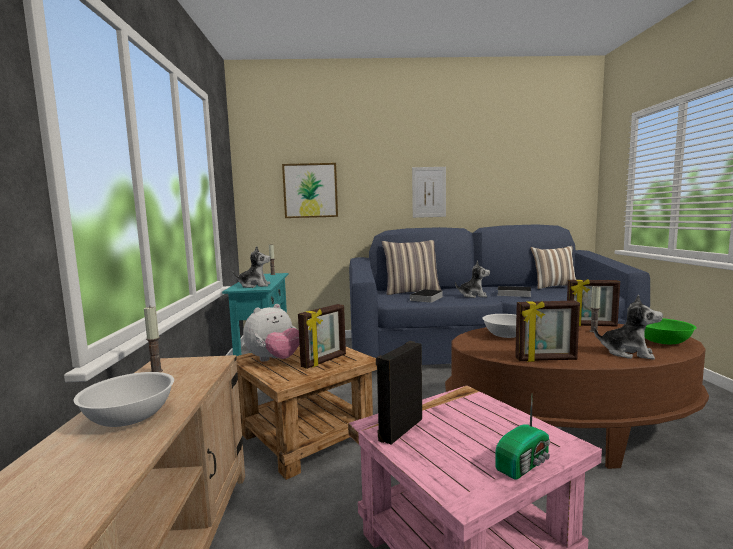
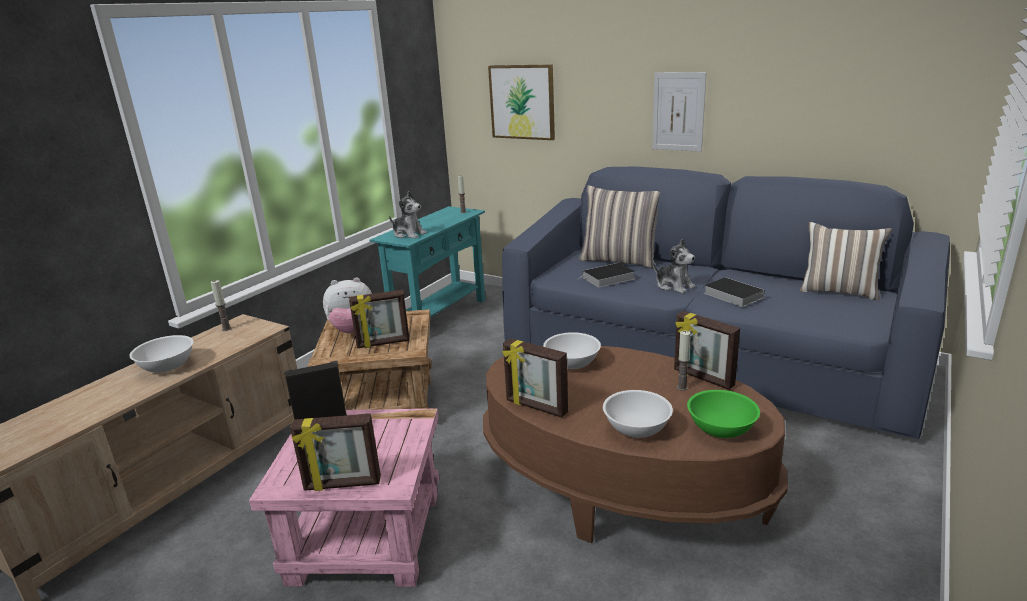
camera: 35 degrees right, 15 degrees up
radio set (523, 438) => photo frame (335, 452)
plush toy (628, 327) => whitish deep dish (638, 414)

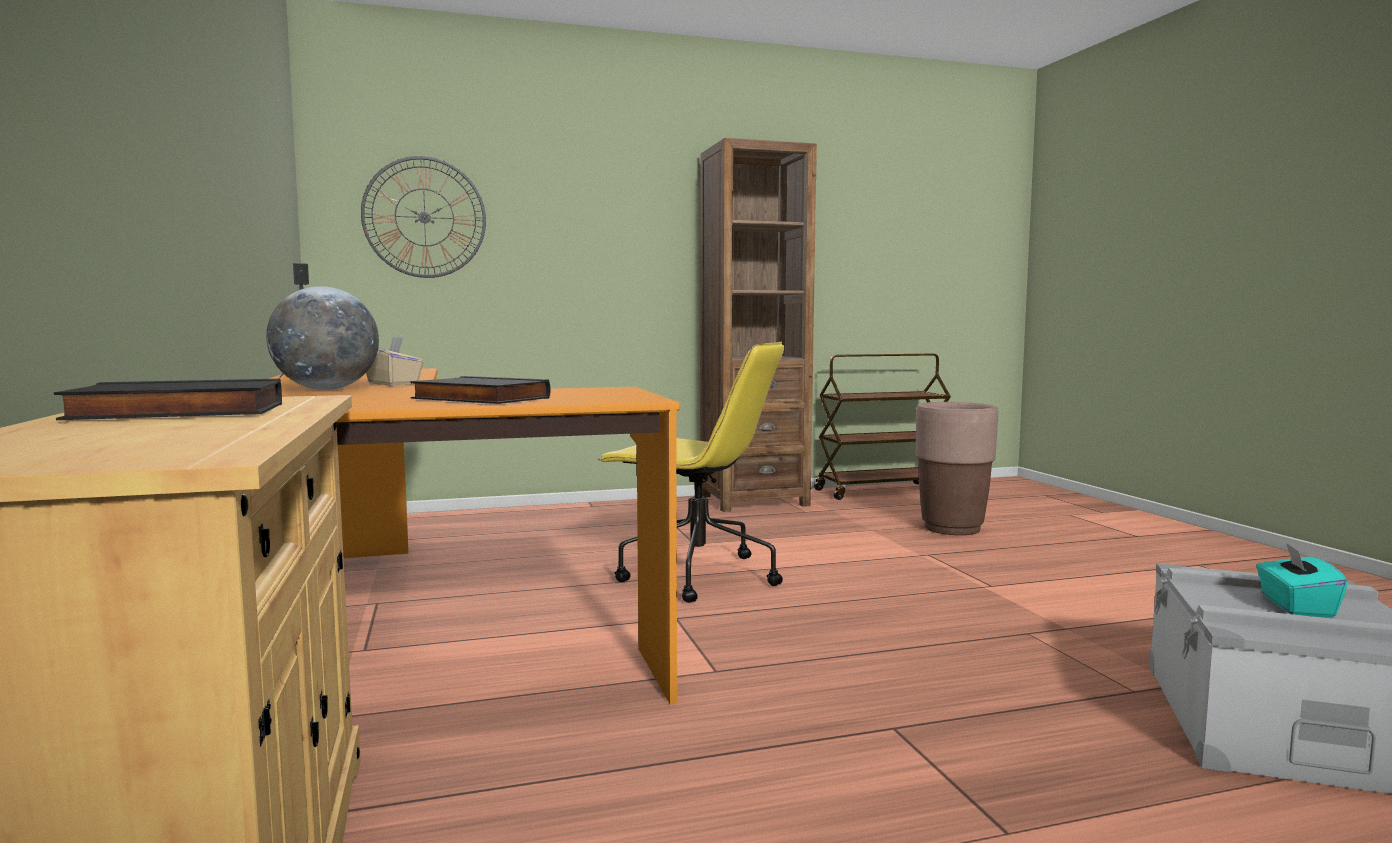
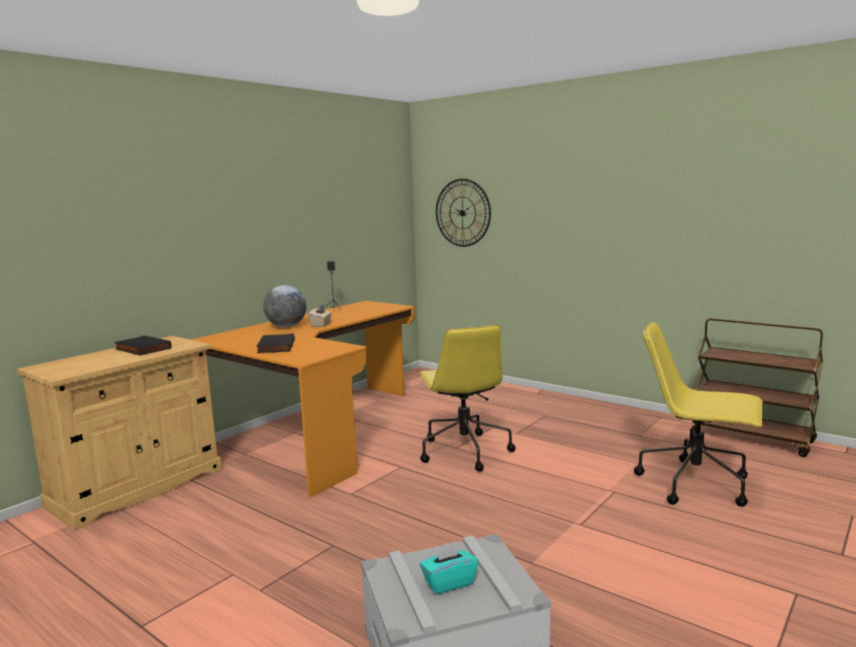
camera: 55 degrees right, 5 degrees up
brown bookcase (758, 325) => nothing
brown plant pot (957, 468) => yellow-coloured computer chair (698, 414)

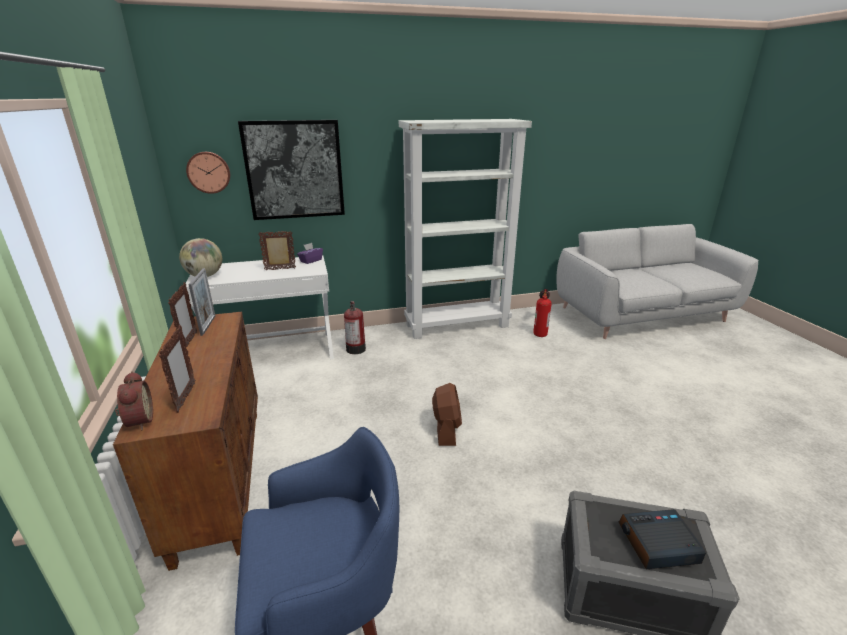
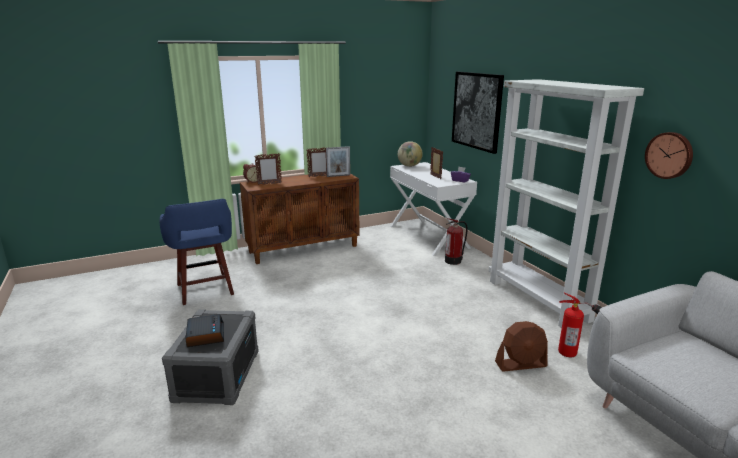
camera: 80 degrees right, 5 degrees down
hanging clock (208, 173) => hanging clock (669, 155), relocated
brown cooling fan (447, 414) => brown cooling fan (521, 346), relocated

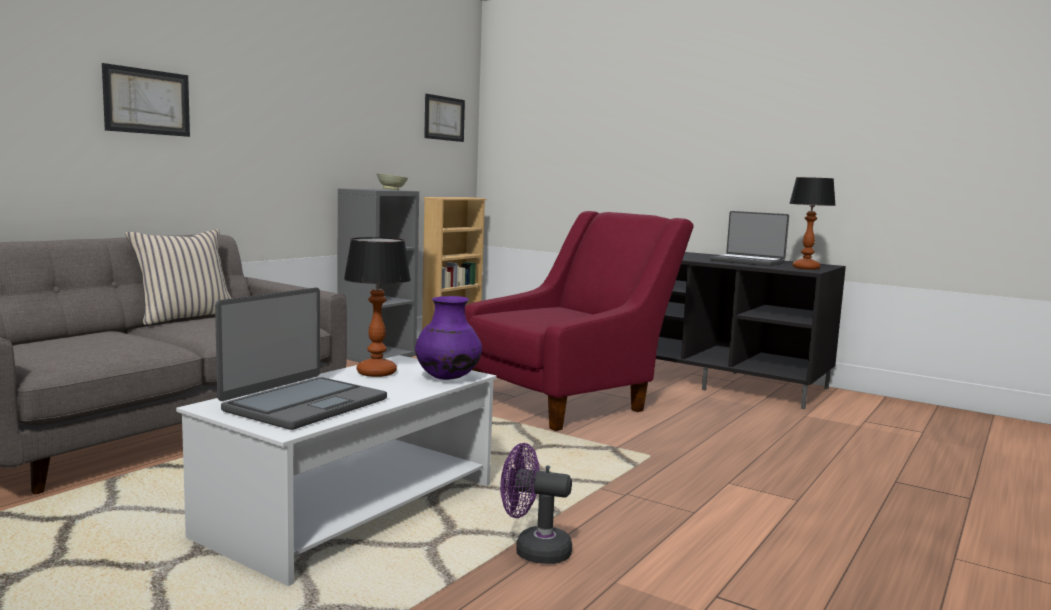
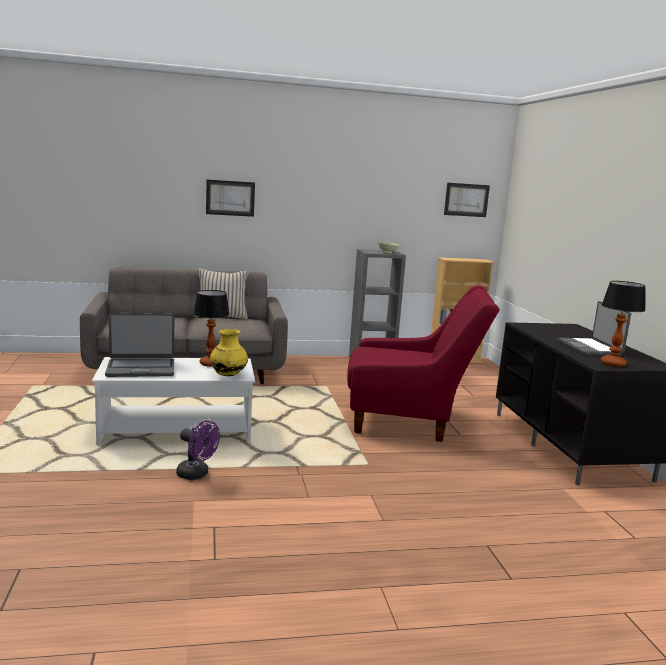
camera: 45 degrees right, 5 degrees up
purplish decorative vase (448, 338) => yellow-coloured decorative vase (229, 352)
purplish cooling fan (536, 503) => purplish cooling fan (198, 450), 150 degrees clockwise

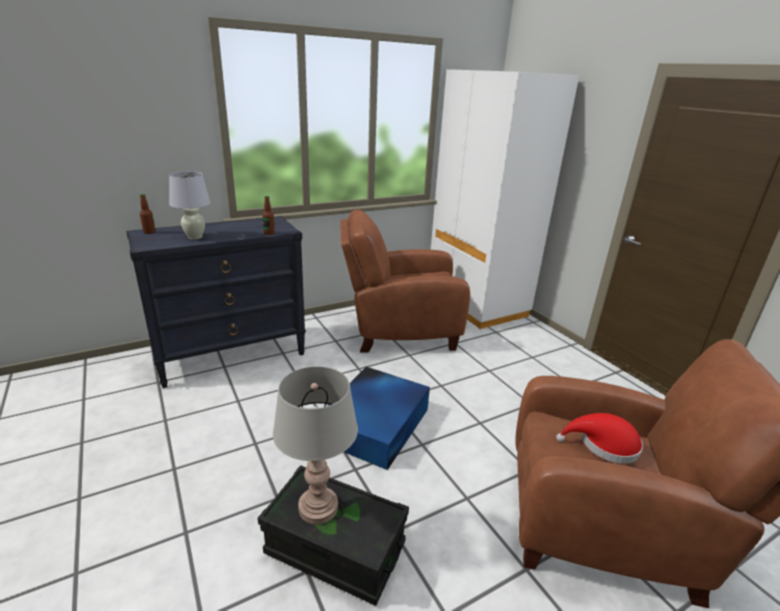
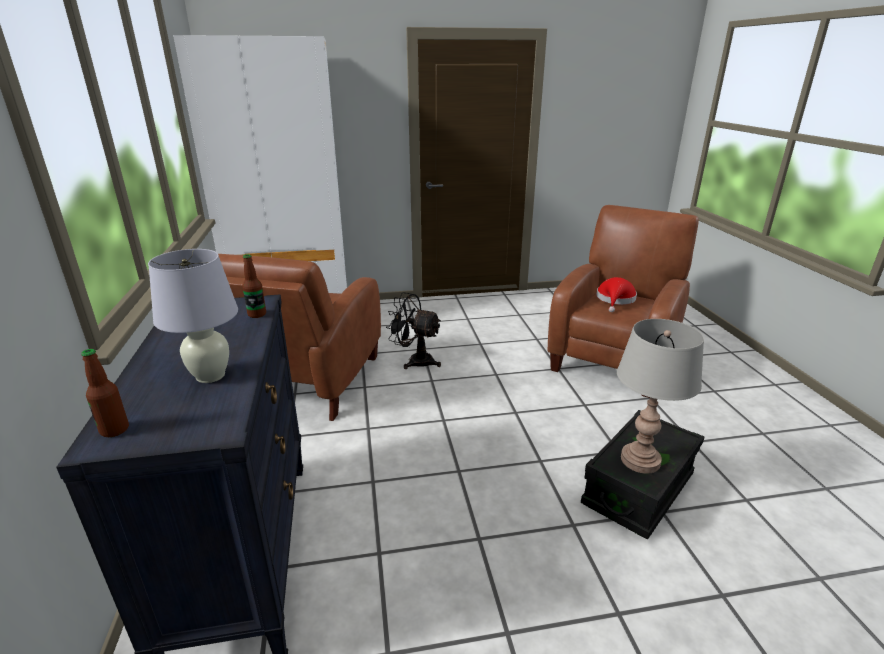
camera: 70 degrees left, 0 degrees up
blue storage bin (379, 418) => nothing
nothing => black cooling fan (413, 331)

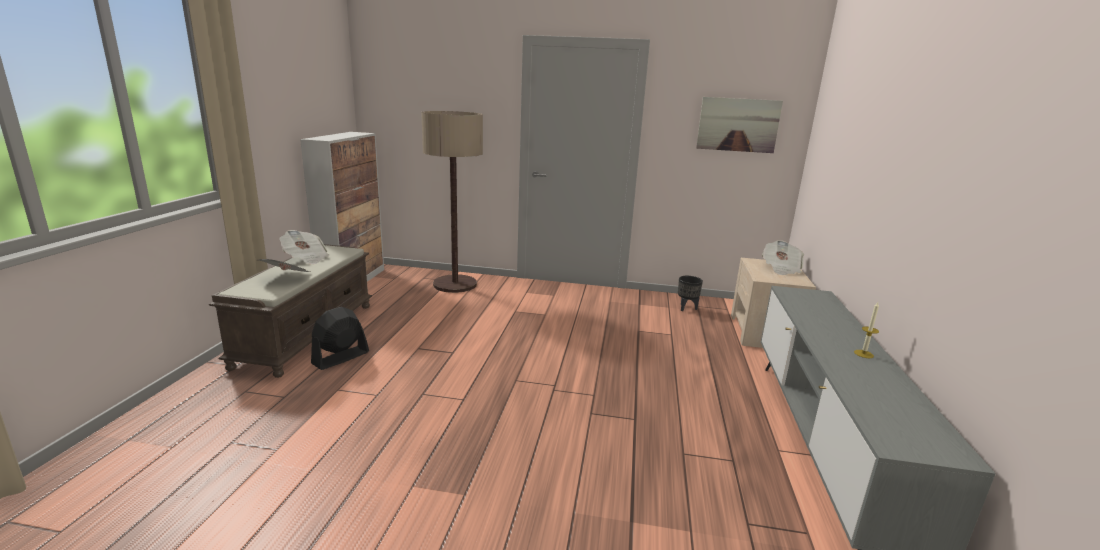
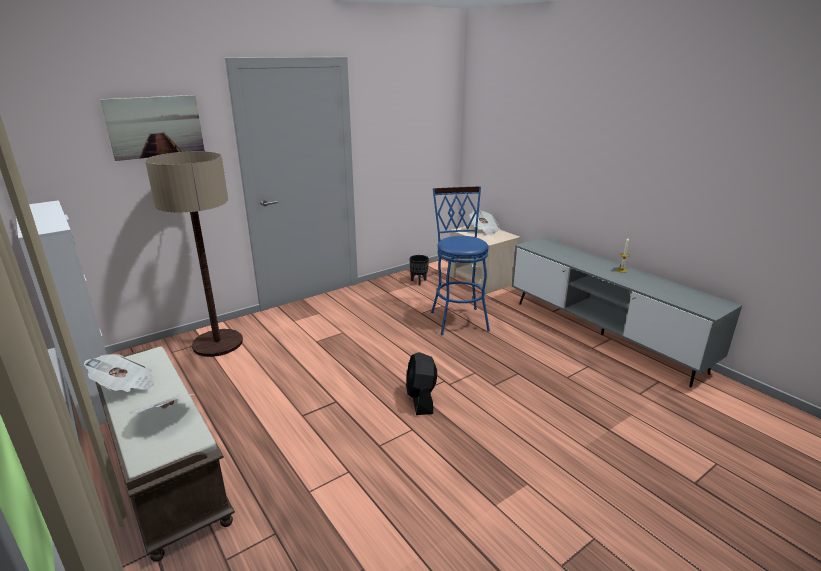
camera: 45 degrees left, 5 degrees up
nothing => blue stool seat (460, 260)
black cooling fan (340, 338) => black cooling fan (421, 383), relocated
wall picture (739, 125) => wall picture (152, 128), relocated

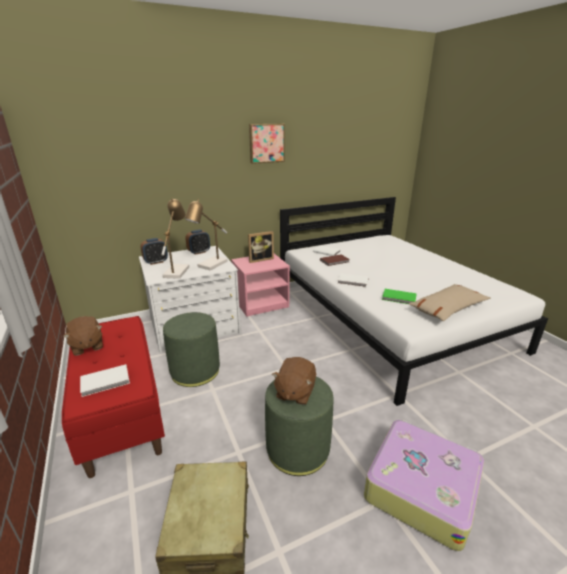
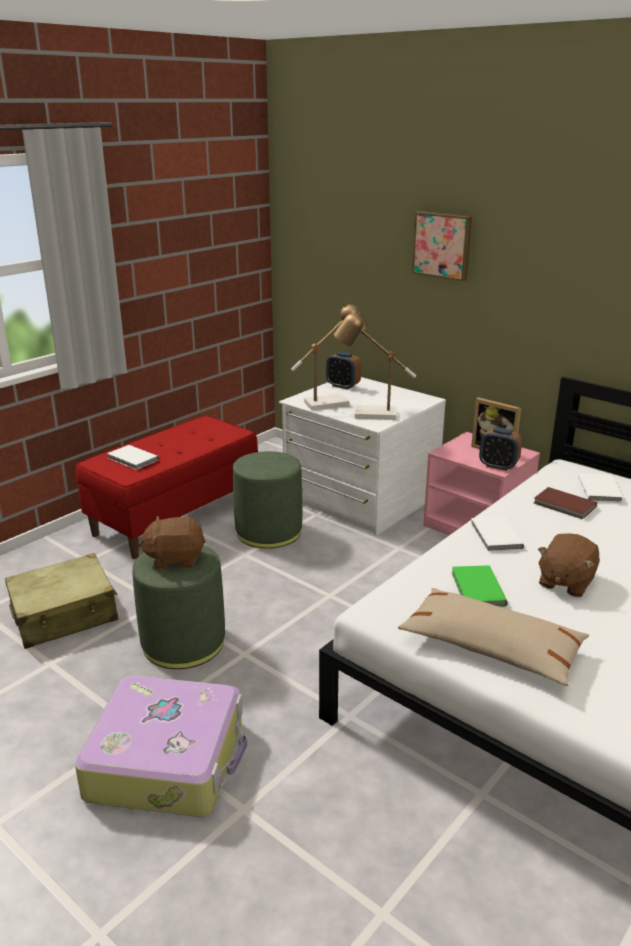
camera: 65 degrees right, 0 degrees up
brown plush toy (83, 336) => brown plush toy (569, 565), relocated
bedside clock (197, 242) => bedside clock (500, 449), relocated
wall picture (267, 144) => wall picture (442, 246), relocated

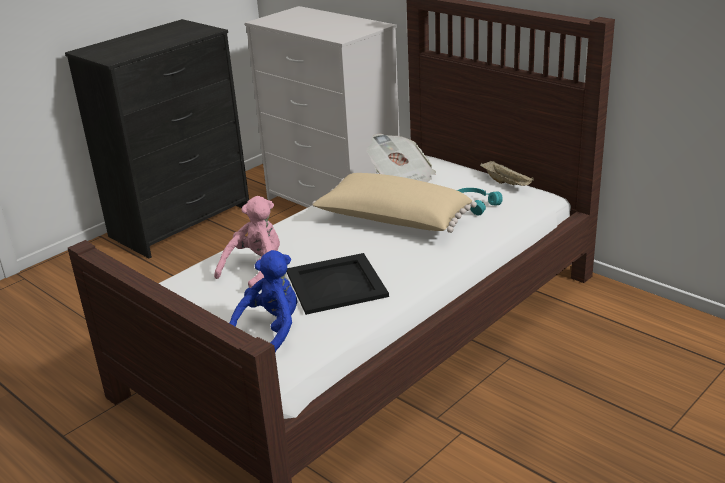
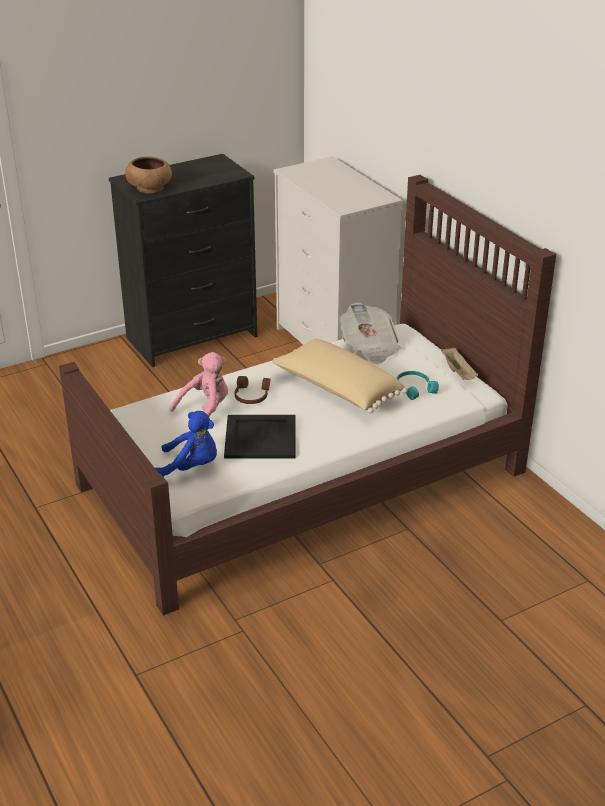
camera: 15 degrees right, 5 degrees up
nothing => brown deep dish (148, 175)
nothing => brown pair of headphones (252, 390)
blue plush toy (263, 301) => blue plush toy (186, 444), 45 degrees clockwise

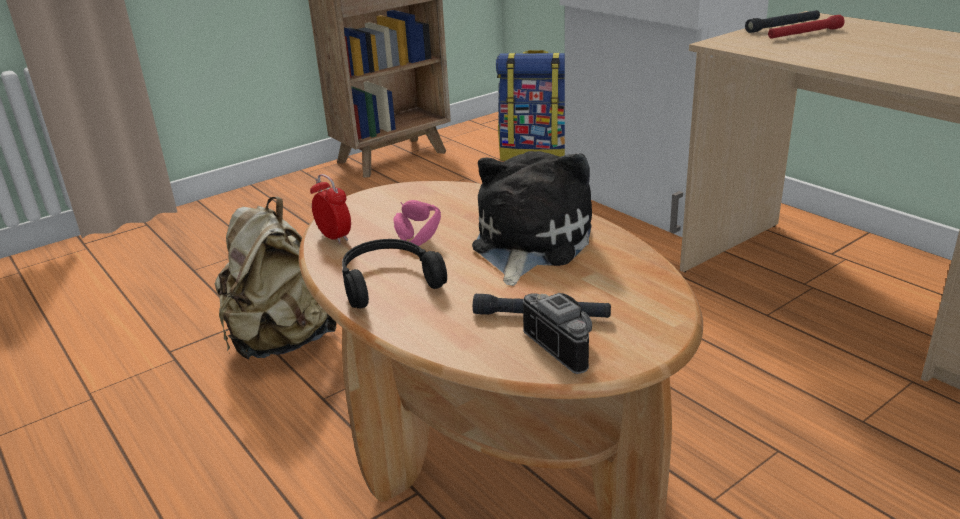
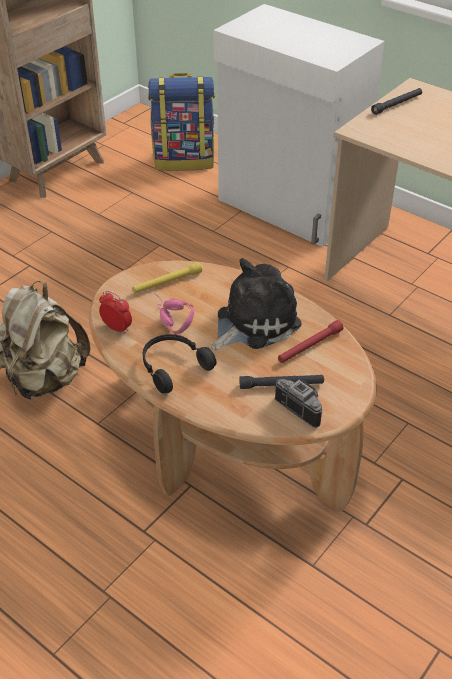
camera: 15 degrees left, 15 degrees up
nothing => yellow-coloured torch (167, 278)
red-coloured torch (806, 27) => red-coloured torch (310, 341), relocated
plush toy (532, 218) => plush toy (257, 304), 45 degrees clockwise

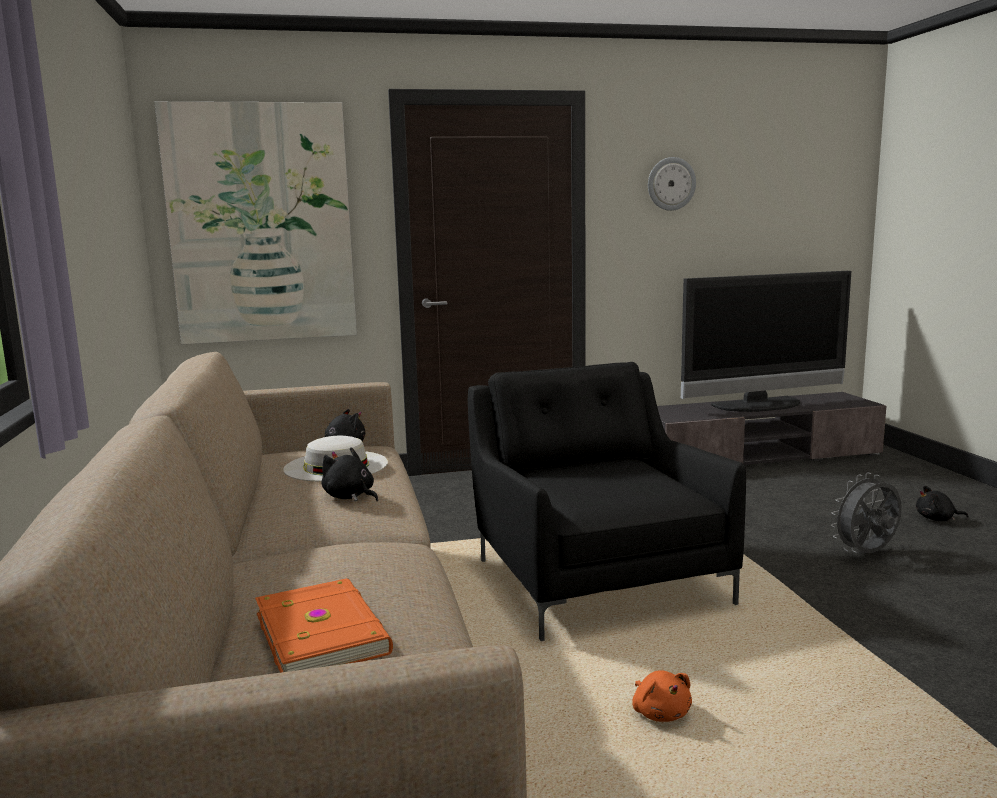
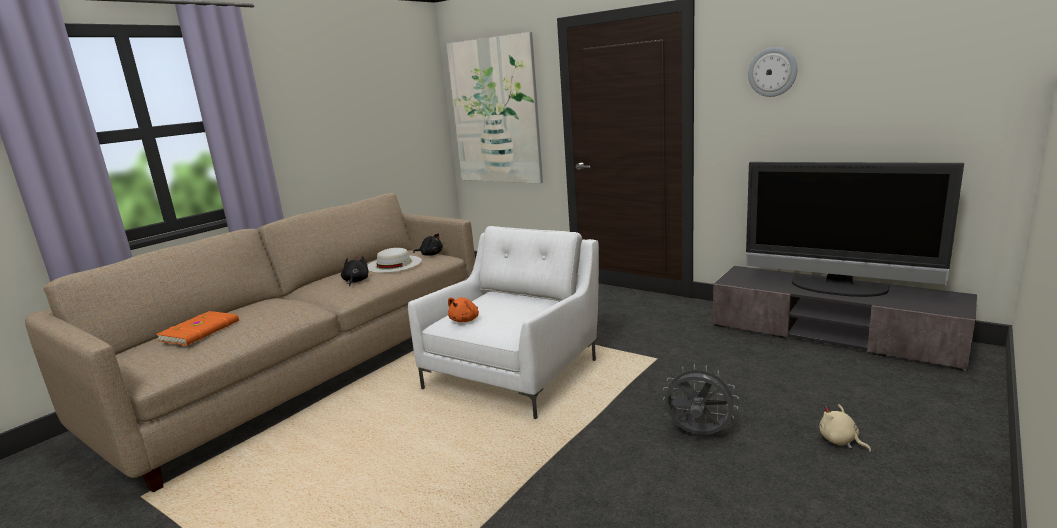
camera: 50 degrees right, 5 degrees up
orangey plush toy (662, 696) => orangey plush toy (463, 309), relocated
black easy chair (607, 501) => whitish easy chair (503, 322)
black plush toy (942, 503) => sand-coloured plush toy (845, 428)

